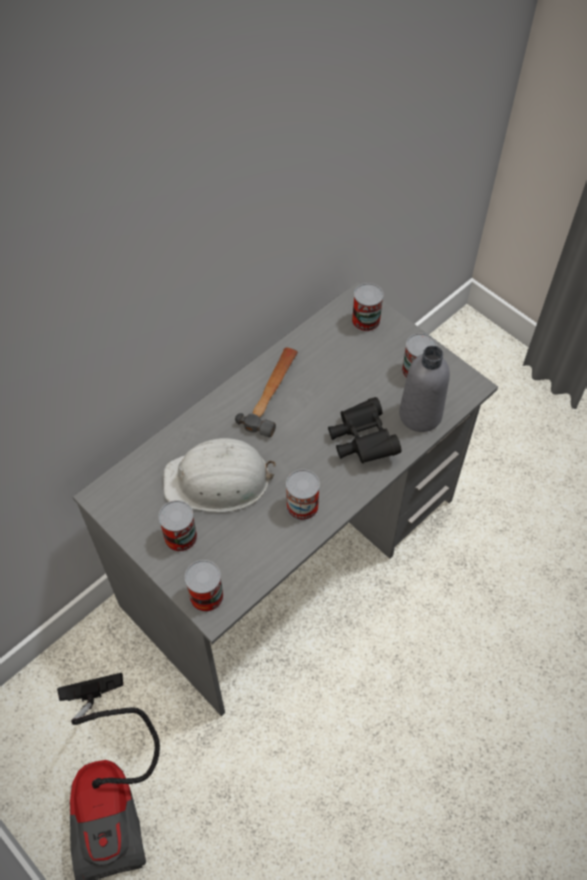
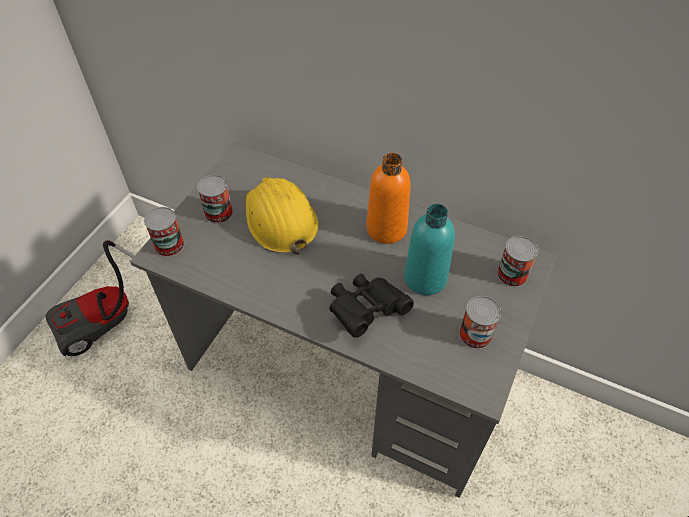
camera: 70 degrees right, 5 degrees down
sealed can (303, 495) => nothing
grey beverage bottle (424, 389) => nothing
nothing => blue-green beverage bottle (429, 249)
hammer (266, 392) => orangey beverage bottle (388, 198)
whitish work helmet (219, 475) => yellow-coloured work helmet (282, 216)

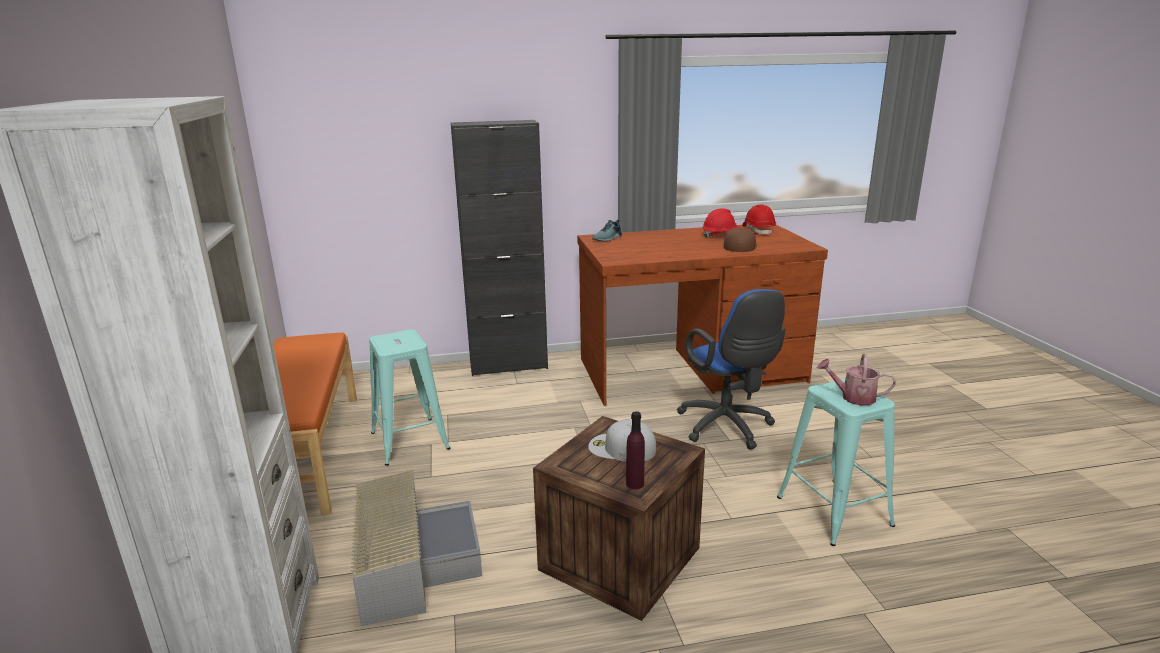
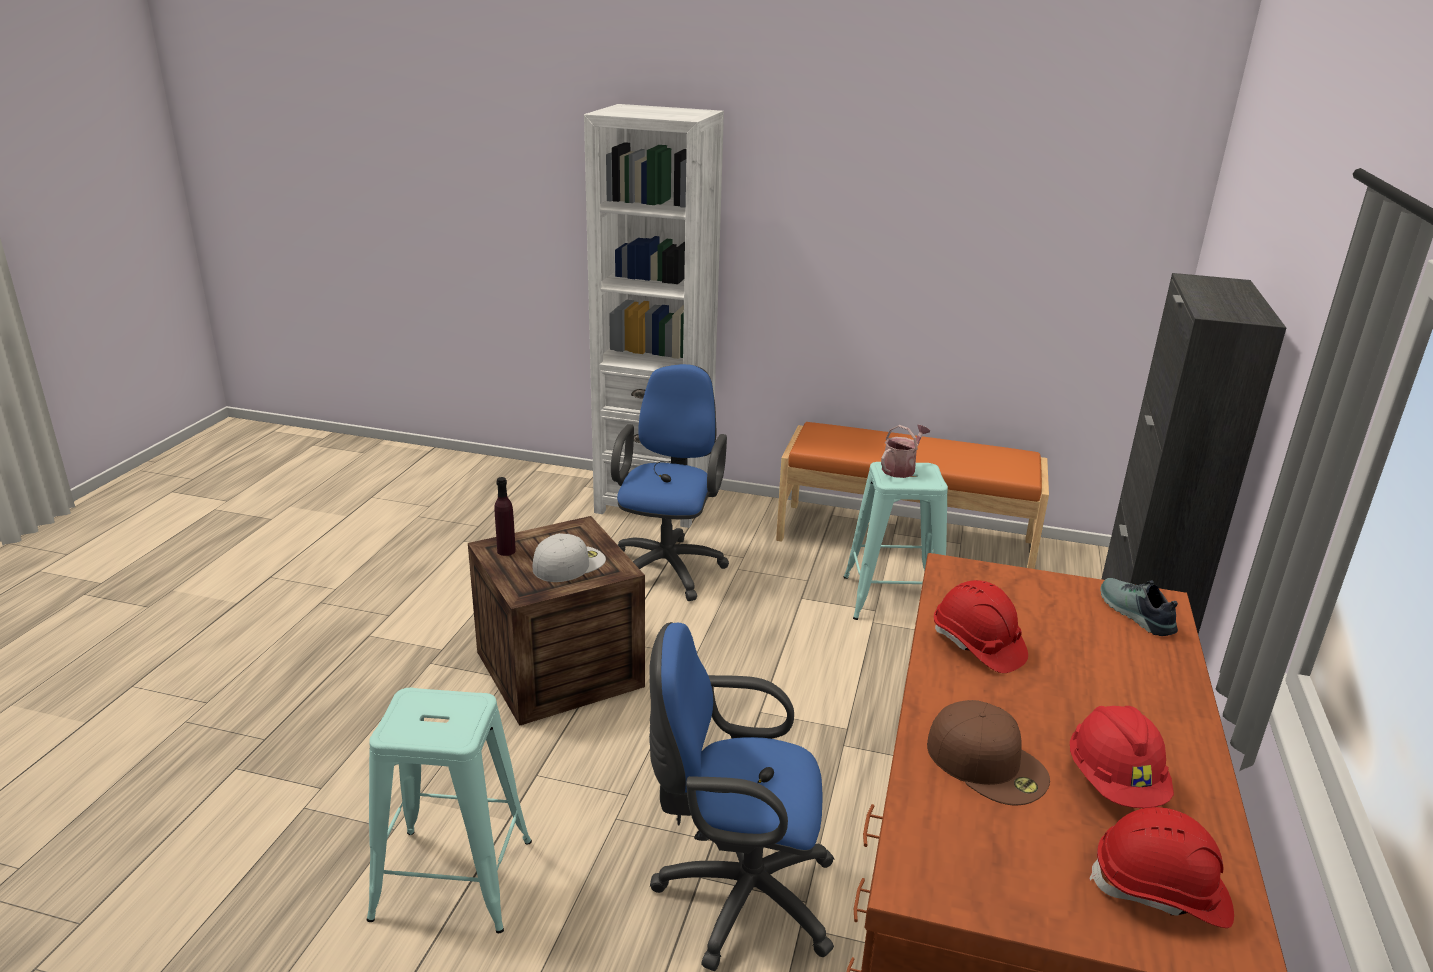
camera: 115 degrees right, 5 degrees up
nothing => red-coloured work helmet (981, 626)
watering can (856, 379) => watering can (905, 451), relocated
grey storage bin (416, 548) => blue computer chair (670, 482)

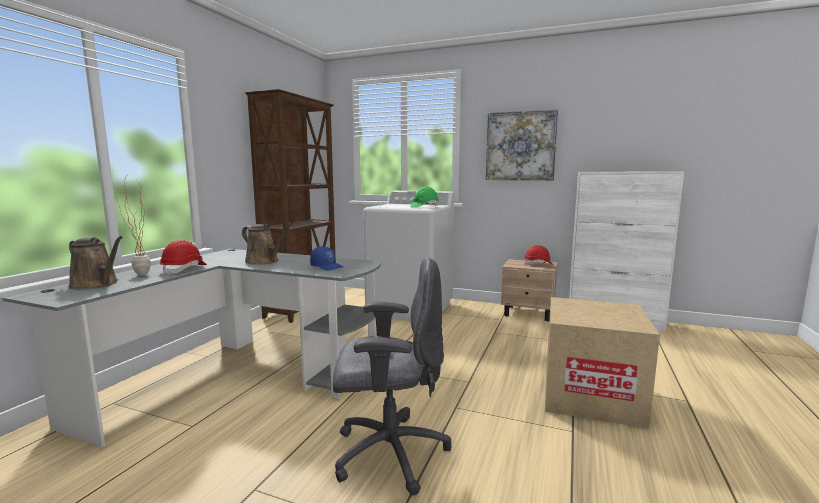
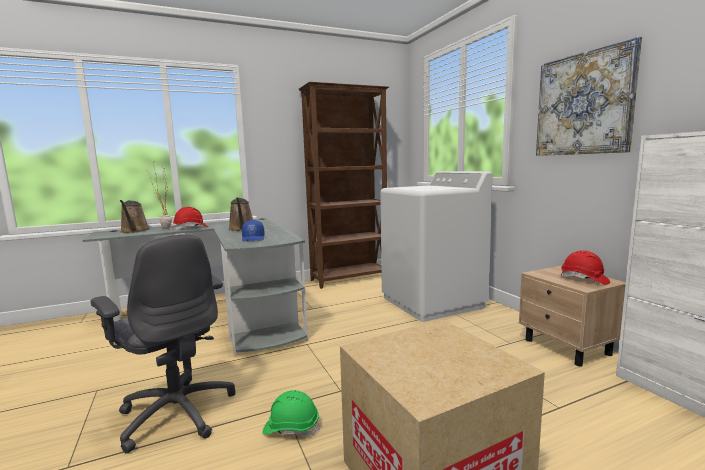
camera: 45 degrees right, 0 degrees up
greenish work helmet (424, 197) => greenish work helmet (291, 413), relocated

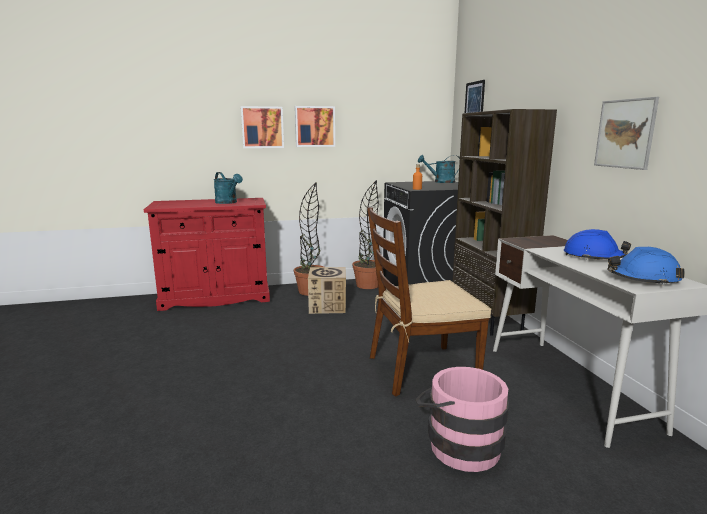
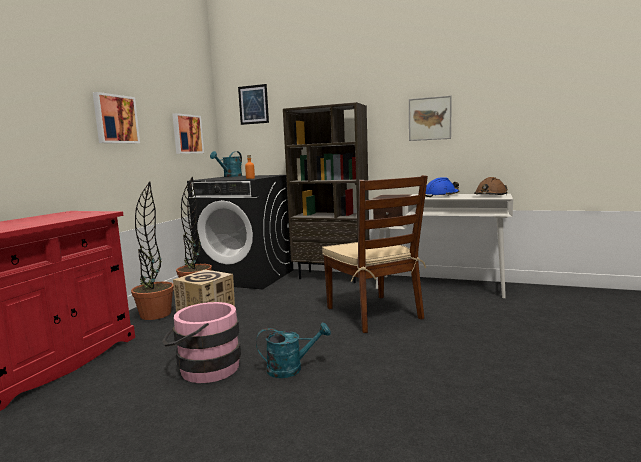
camera: 55 degrees left, 5 degrees down
blue-green watering can (228, 188) => blue-green watering can (293, 350), relocated
wall picture (262, 127) => wall picture (188, 133), relocated
pink-coloured water bucket (462, 419) => pink-coloured water bucket (201, 342), relocated
blue work helmet (645, 266) => brown work helmet (491, 186)
brown plain chair (429, 302) => brown plain chair (375, 254), 45 degrees counterclockwise

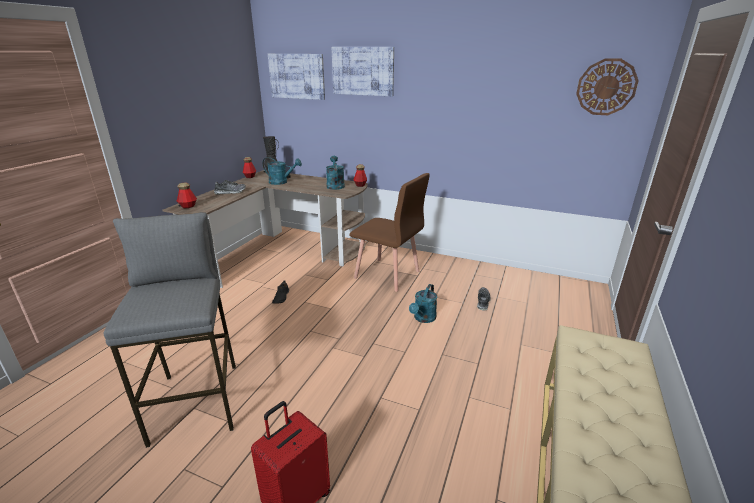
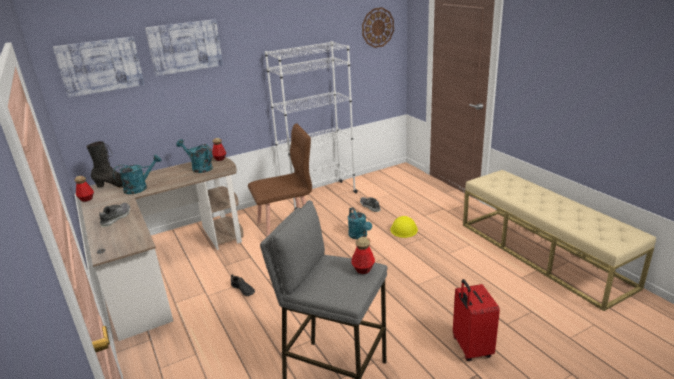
camera: 50 degrees left, 0 degrees up
nothing => whitish bookcase (311, 125)
nothing => yellow-coloured work helmet (404, 227)
beverage bottle (187, 195) => beverage bottle (363, 255), relocated

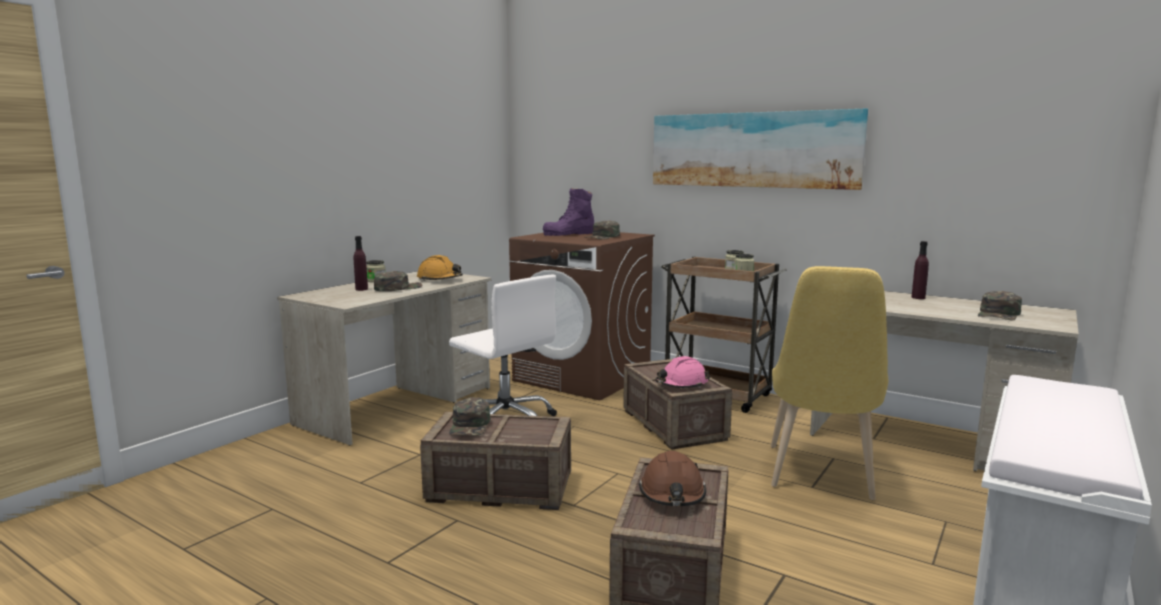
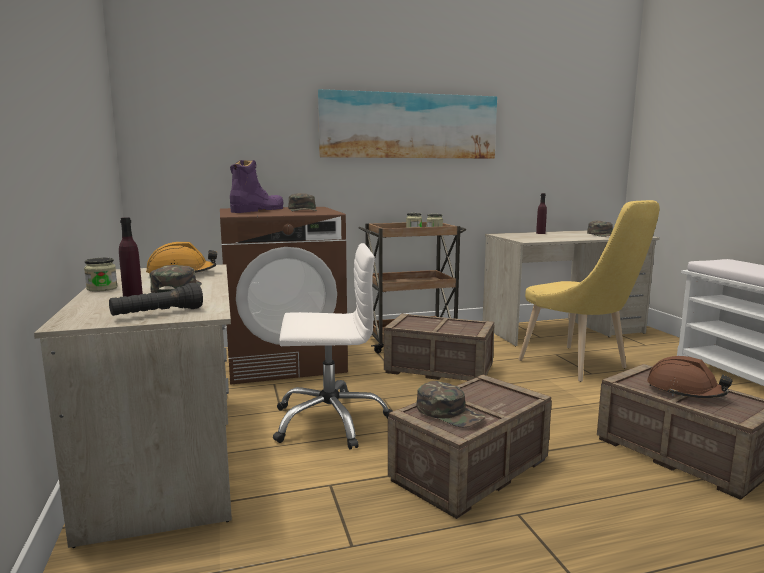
camera: 50 degrees left, 0 degrees up
pink-coloured work helmet (682, 372) => nothing
nothing => black torch (156, 299)
purplish boot (568, 212) => purplish boot (256, 186), 150 degrees counterclockwise

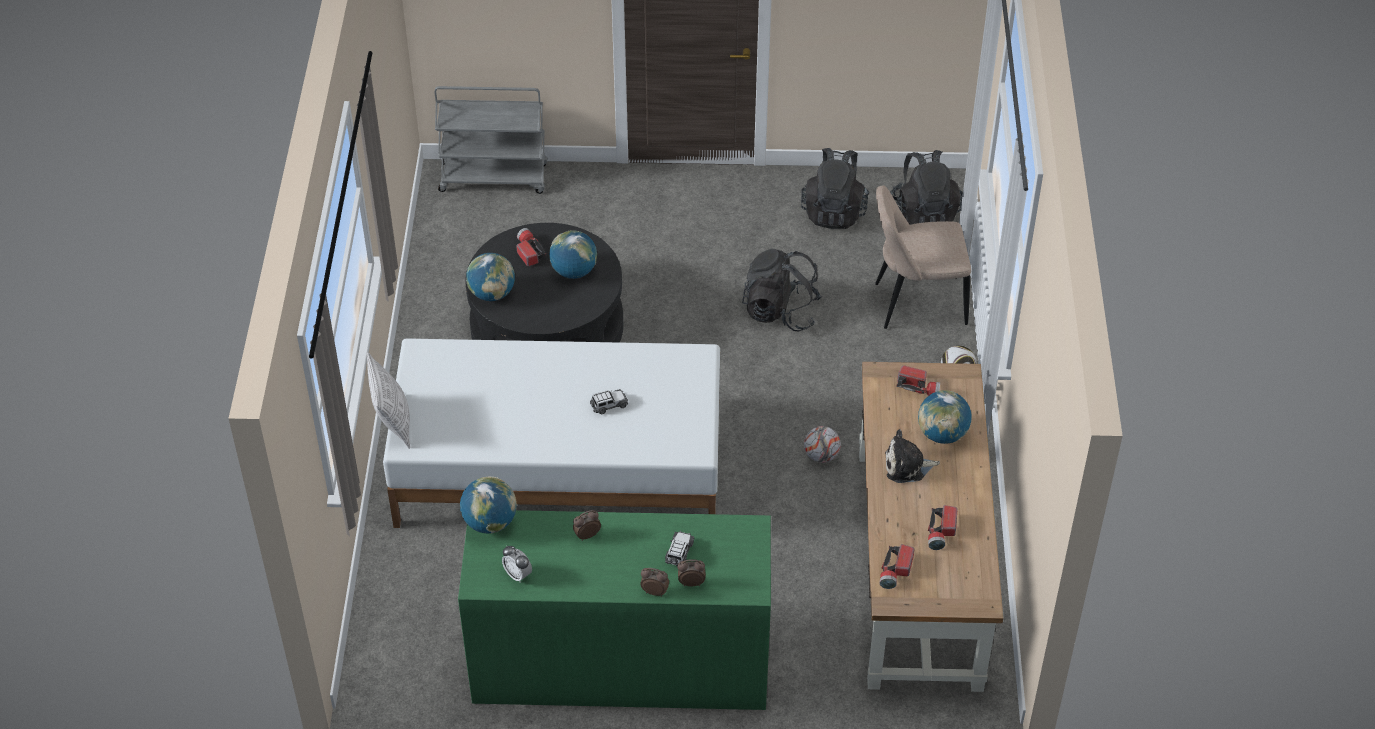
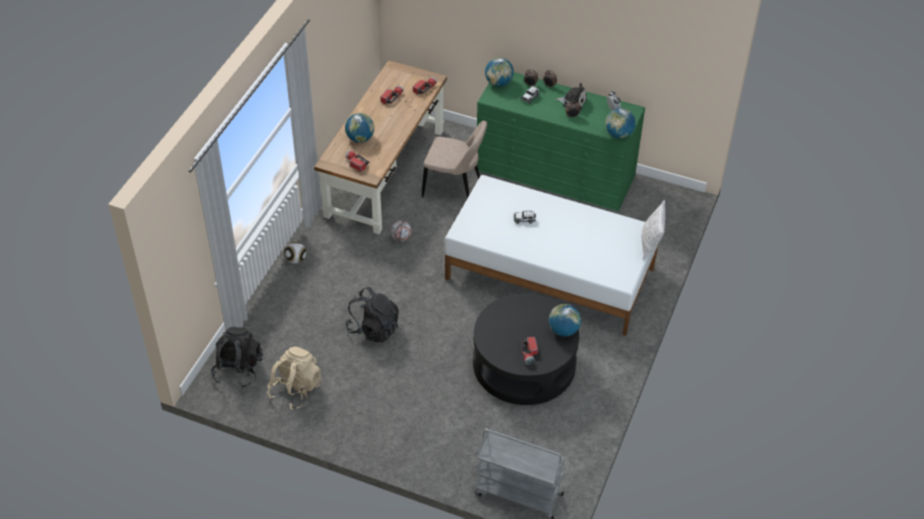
camera: 160 degrees left, 0 degrees up
desk globe (573, 255) => desk globe (499, 72), relocated
sand-coloured plain chair (923, 257) => sand-coloured plain chair (454, 159), relocated
plush toy (912, 456) => plush toy (571, 96), relocated
black rucksack (835, 188) => sand-coloured rucksack (294, 378)

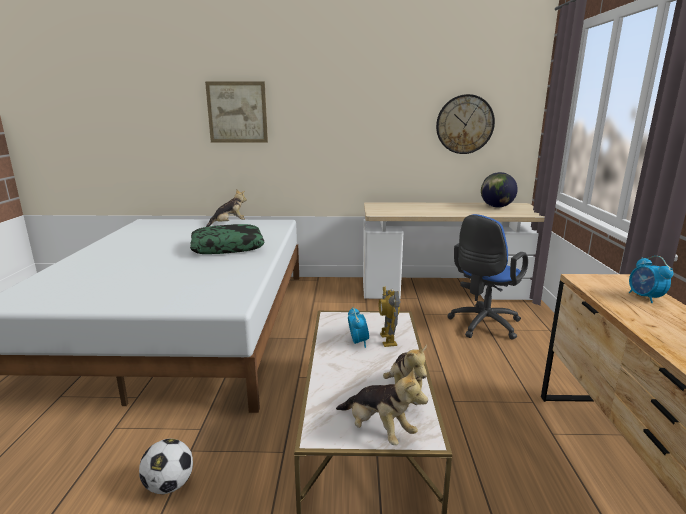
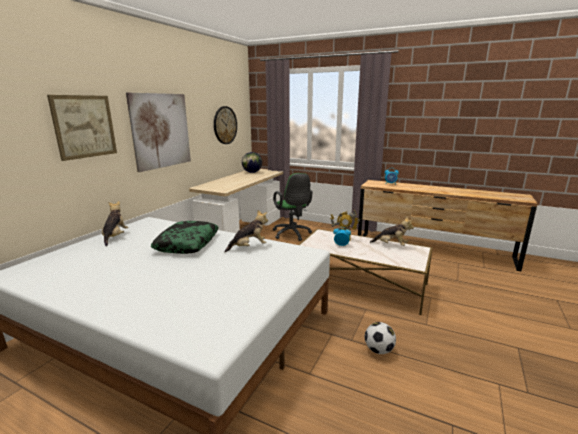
camera: 65 degrees left, 0 degrees up
nothing => wall picture (158, 132)
plush toy (382, 406) => plush toy (246, 231), relocated
blue computer chair (488, 277) => greenish computer chair (293, 207)

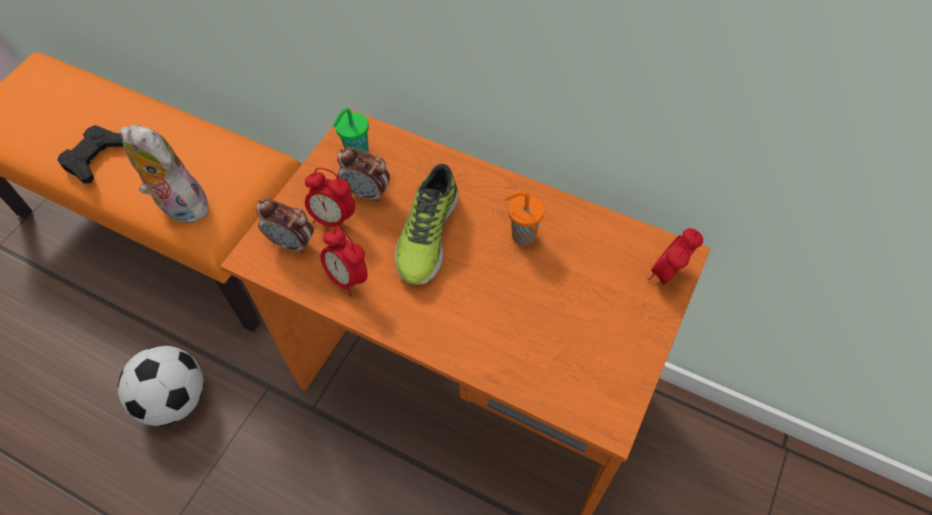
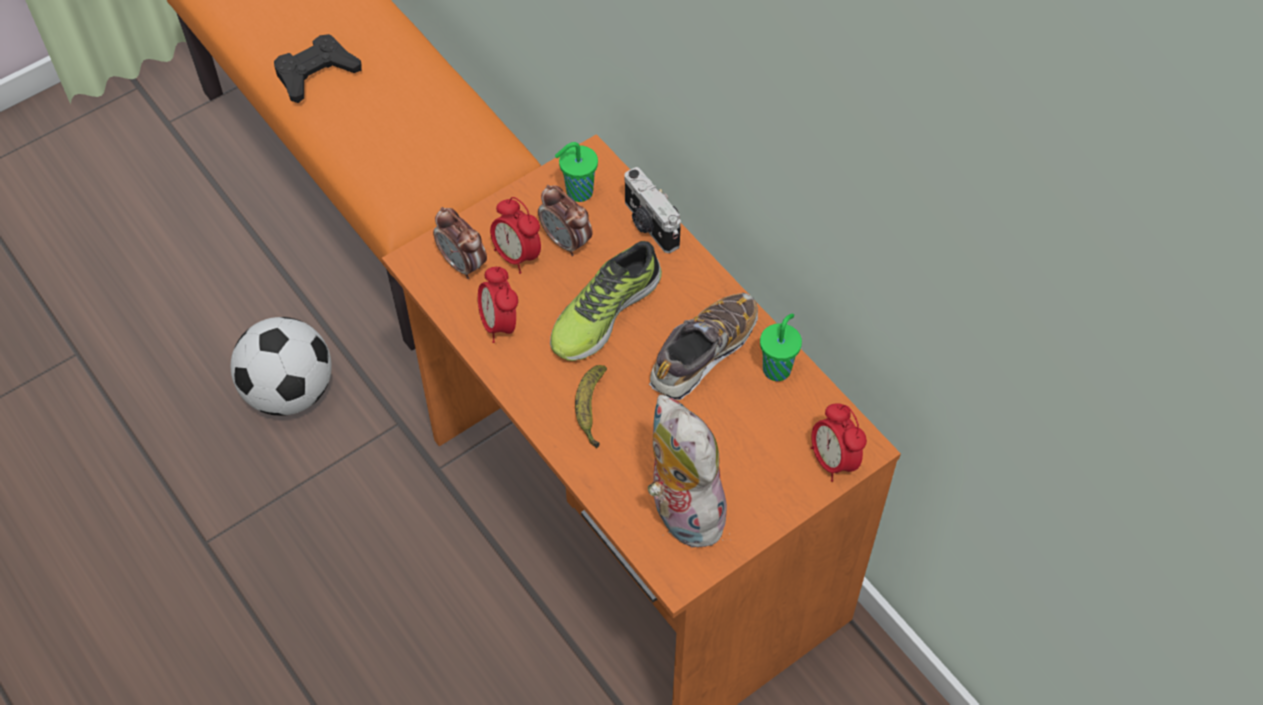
camera: 25 degrees right, 0 degrees up
nothing => whole banana (591, 406)
nothing => photo camera (653, 210)
nothing => greenish cup (781, 347)
plush toy (165, 174) => plush toy (690, 471), relocated
orangey cup (525, 218) => item of footwear (703, 346)
bedside clock (675, 256) => bedside clock (839, 442), 90 degrees counterclockwise

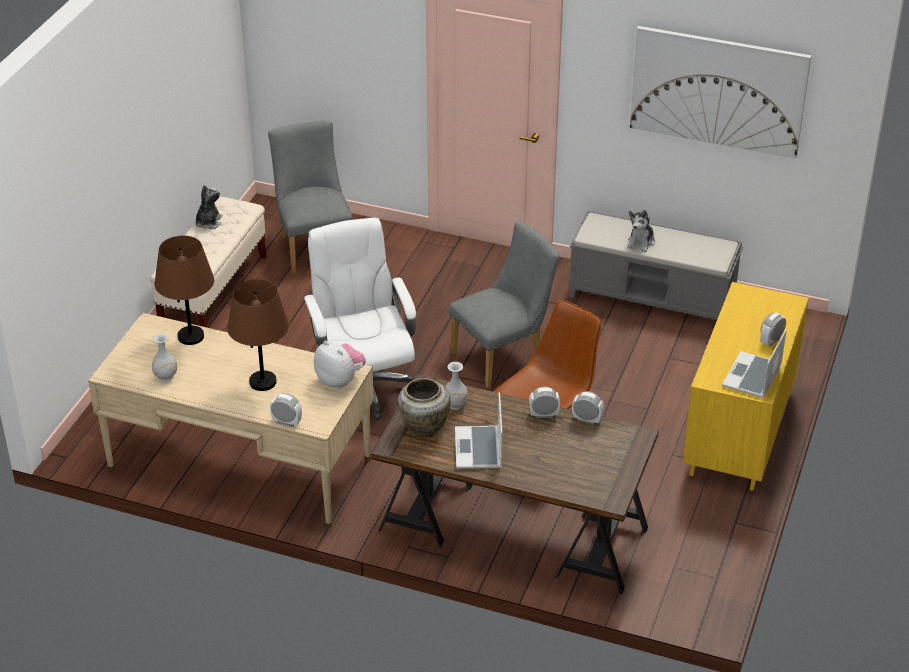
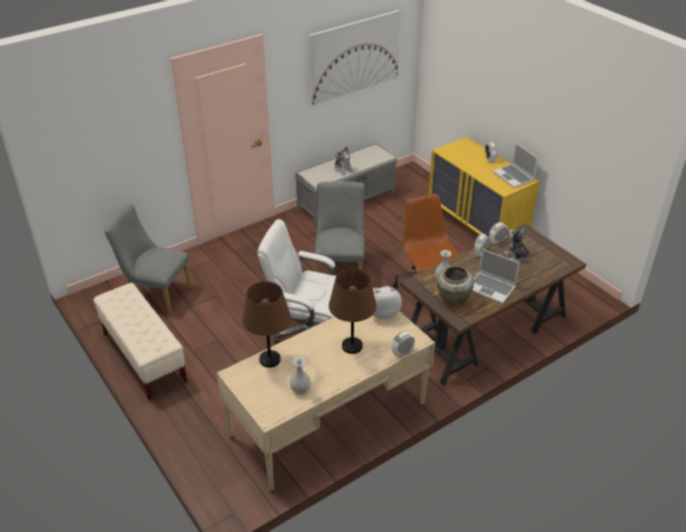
camera: 55 degrees left, 0 degrees up
plush toy (209, 207) => plush toy (518, 245), relocated

